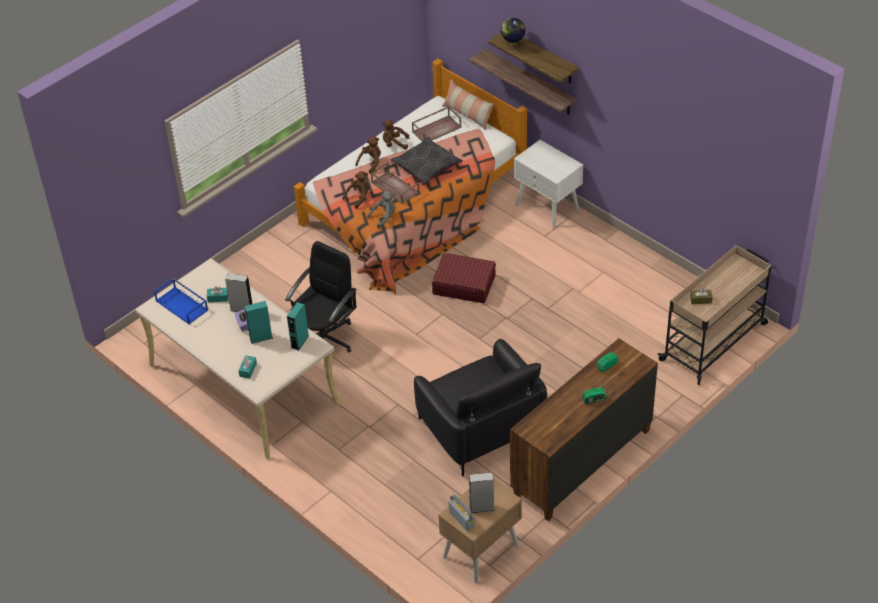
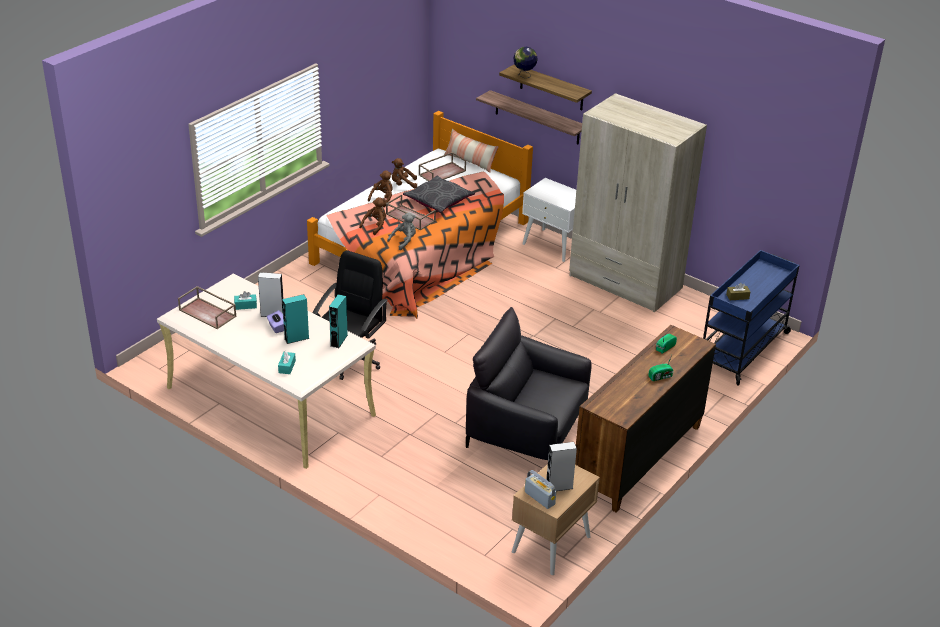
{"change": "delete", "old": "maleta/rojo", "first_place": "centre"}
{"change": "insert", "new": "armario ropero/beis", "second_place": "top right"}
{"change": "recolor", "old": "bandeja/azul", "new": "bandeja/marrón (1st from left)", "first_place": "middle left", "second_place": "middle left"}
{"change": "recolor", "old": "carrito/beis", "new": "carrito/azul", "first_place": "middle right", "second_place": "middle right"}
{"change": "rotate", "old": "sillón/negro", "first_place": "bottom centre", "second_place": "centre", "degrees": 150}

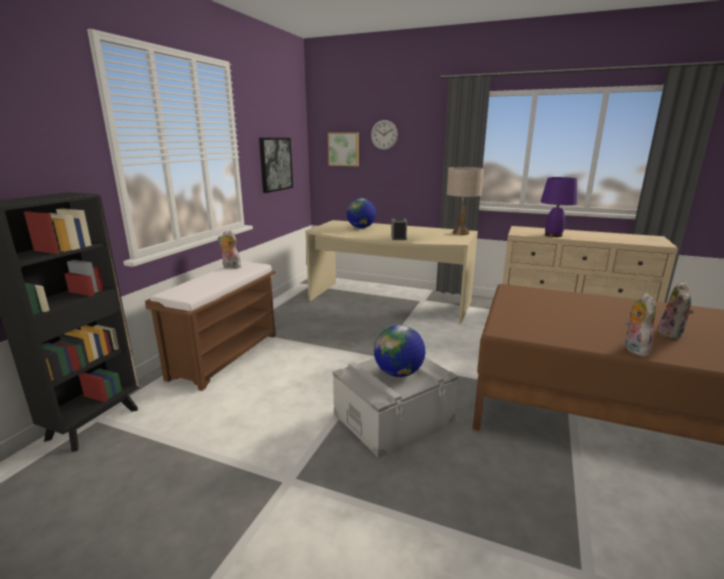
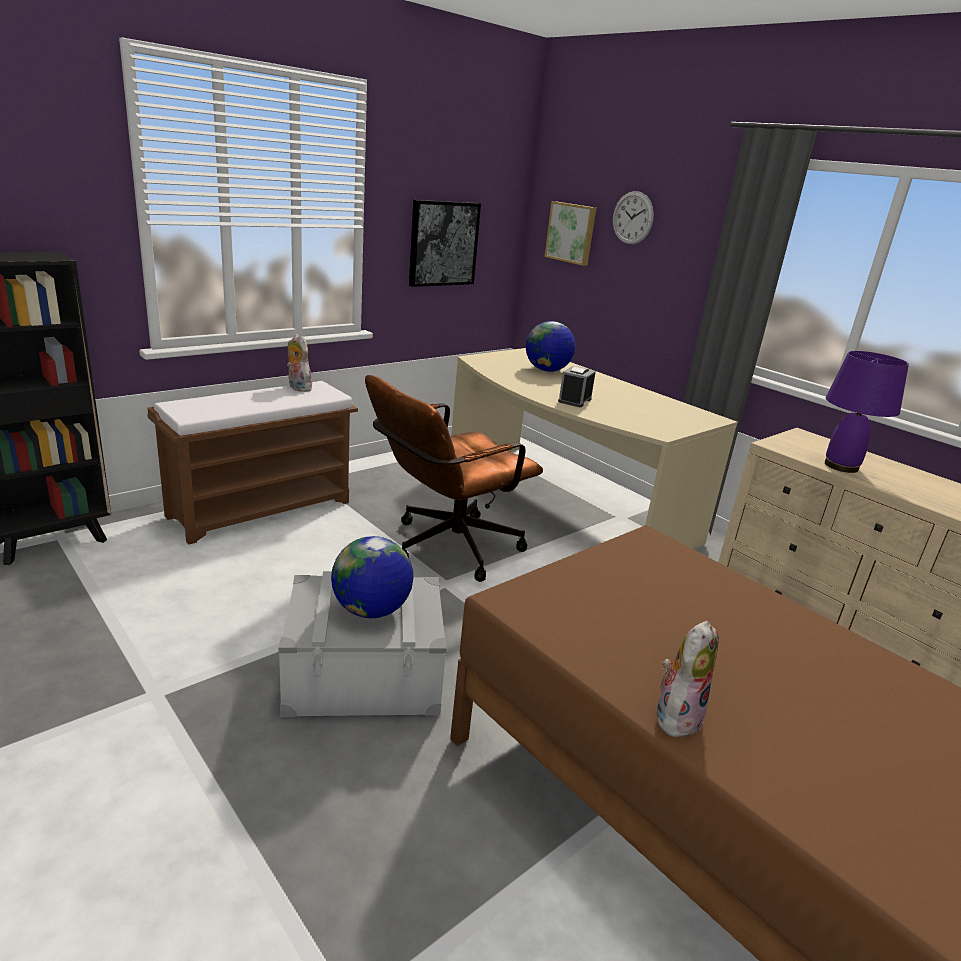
{"change": "delete", "old": "lámpara de mesa/beis", "first_place": "centre"}
{"change": "delete", "old": "peluche (3rd from left)", "first_place": "middle right"}
{"change": "insert", "new": "silla de oficina/marrón", "second_place": "centre"}

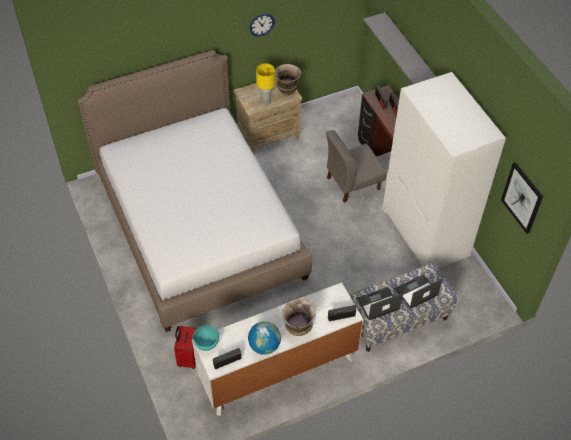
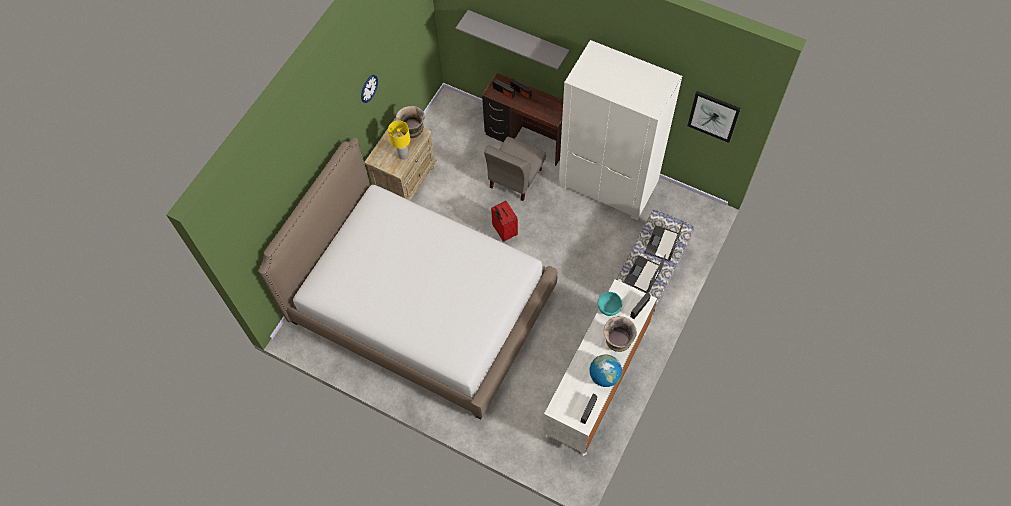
{"change": "move", "old": "maleta/rojo", "first_place": "bottom left", "second_place": "centre"}
{"change": "move", "old": "cuenco/turquesa", "first_place": "bottom centre", "second_place": "centre"}

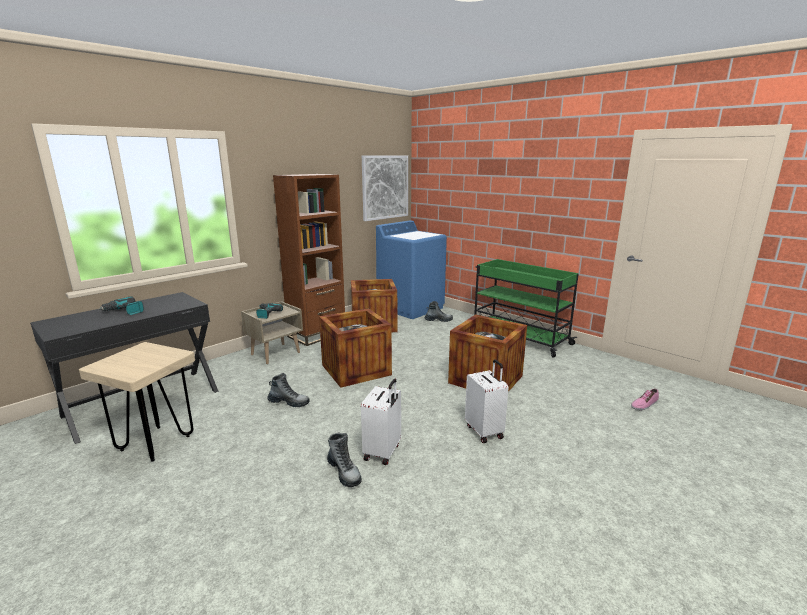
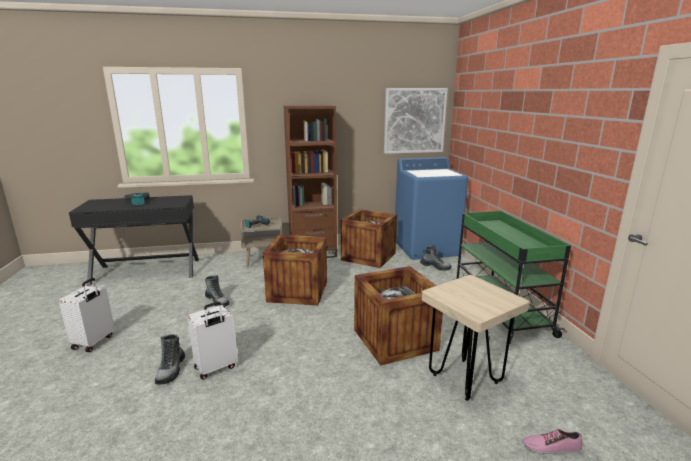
{"change": "move", "old": "taburete/beis", "first_place": "middle left", "second_place": "bottom right"}
{"change": "move", "old": "maleta/blanco (2nd from left in the first image)", "new": "maleta/blanco (1st from left)", "first_place": "centre", "second_place": "bottom left"}

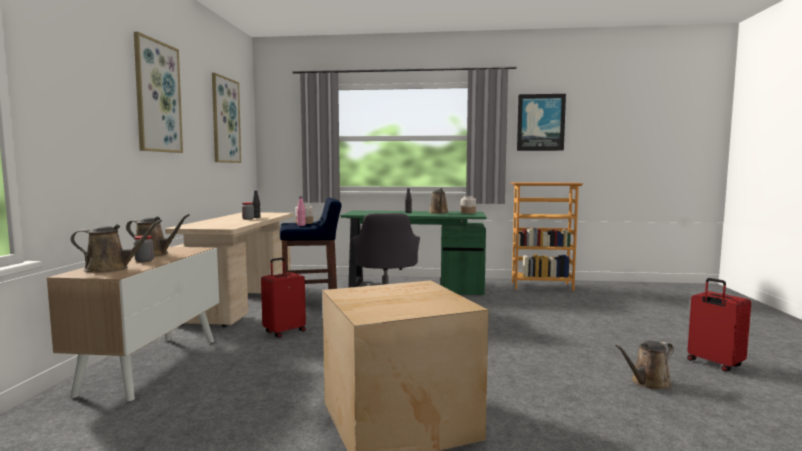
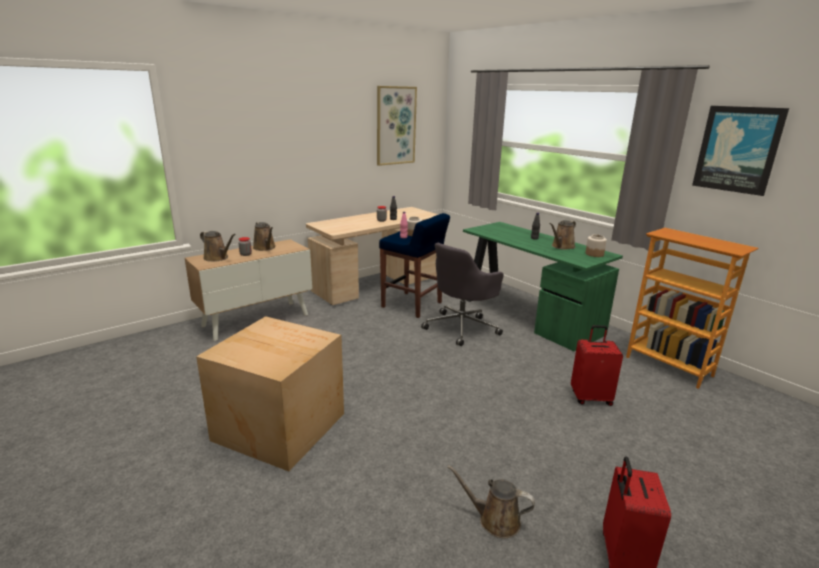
{"change": "delete", "old": "cuadro (1st from left)", "first_place": "top left"}
{"change": "move", "old": "maleta/rojo (1st from left)", "first_place": "centre", "second_place": "middle right"}

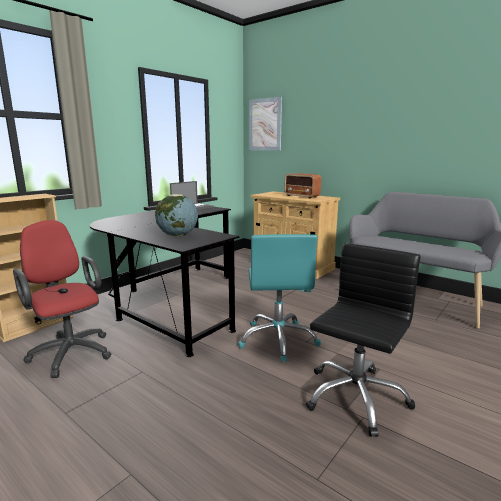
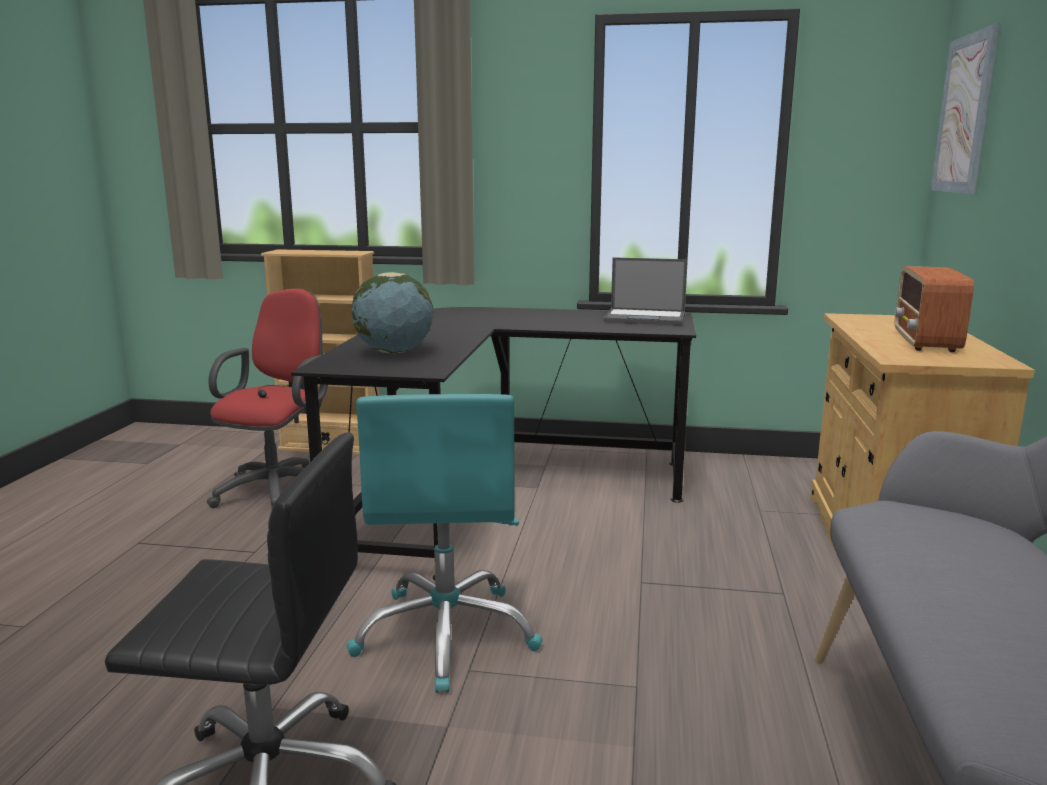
{"change": "rotate", "old": "silla de oficina/turquesa", "first_place": "centre", "second_place": "bottom centre", "degrees": -60}

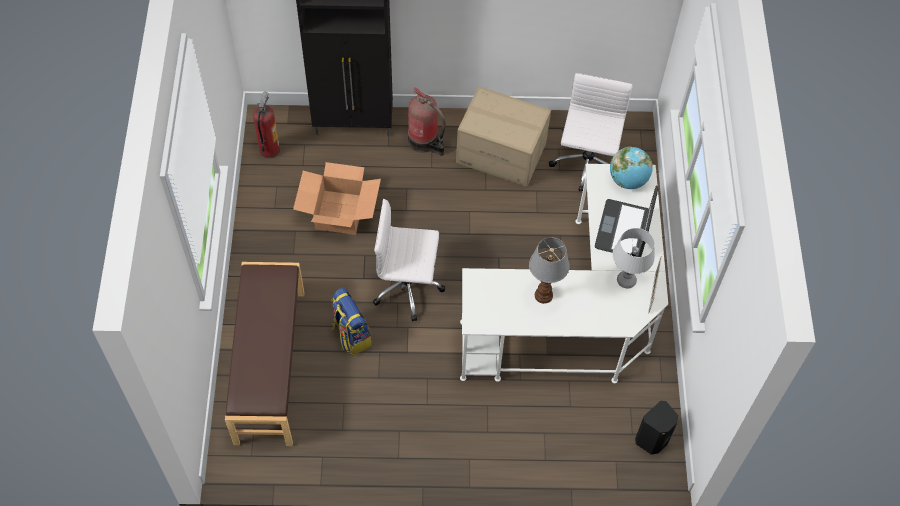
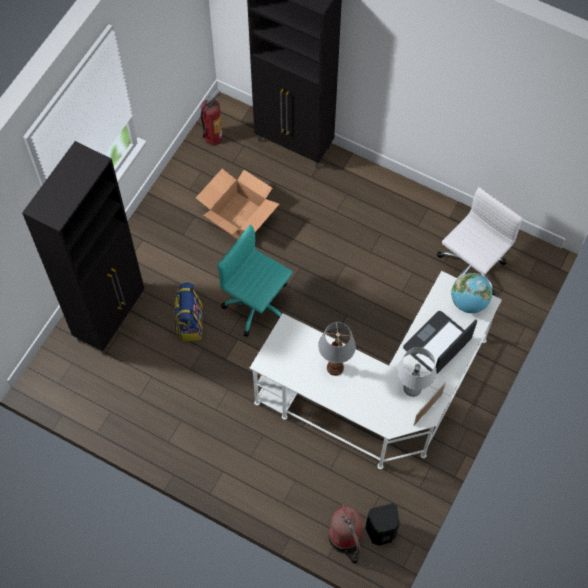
{"change": "delete", "old": "caja de cartón (2nd from left)", "first_place": "top centre"}
{"change": "move", "old": "extintor (2nd from left)", "first_place": "top centre", "second_place": "bottom centre"}
{"change": "replace", "old": "banco/marrón", "new": "armario/negro (1st from left)", "first_place": "bottom left", "second_place": "middle left"}
{"change": "recolor", "old": "silla de oficina/blanco (1st from left)", "new": "silla de oficina/turquesa", "first_place": "centre", "second_place": "centre"}

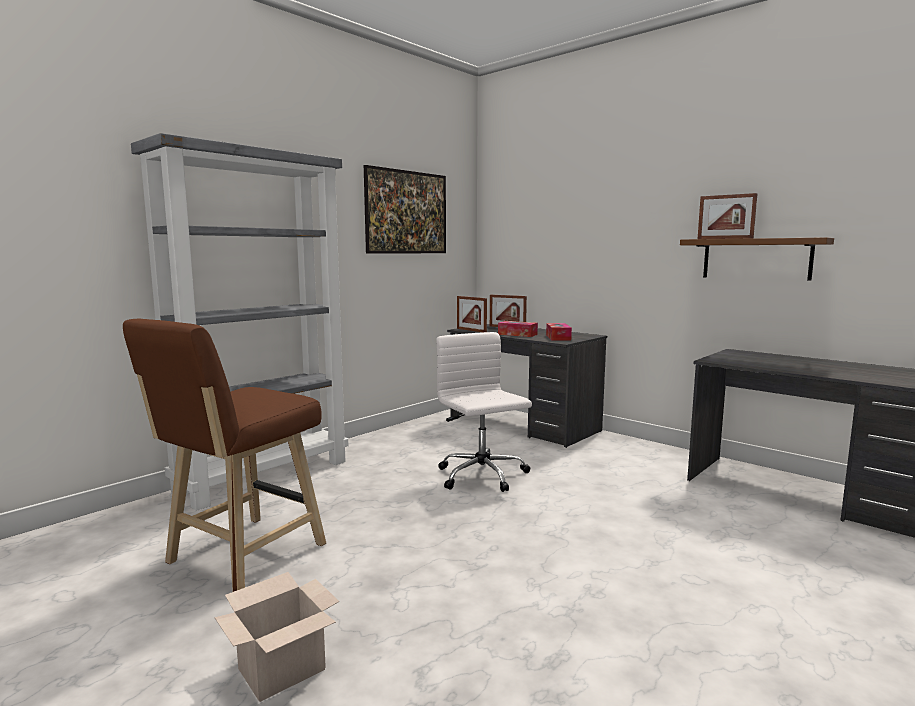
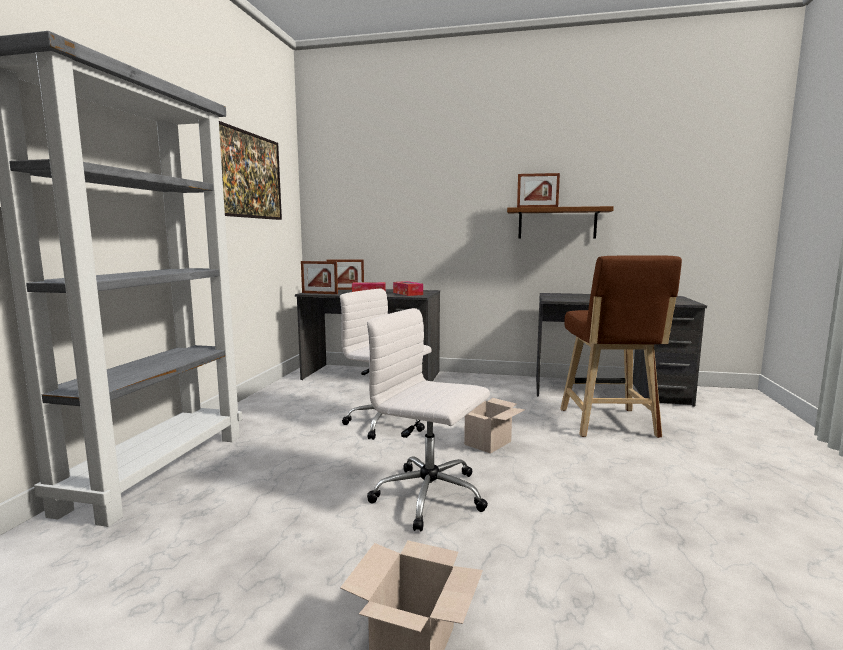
{"change": "insert", "new": "silla de oficina/blanco (2nd from left)", "second_place": "centre"}
{"change": "insert", "new": "caja de cartón (2nd from left)", "second_place": "centre"}
{"change": "move", "old": "taburete/marrón", "first_place": "middle left", "second_place": "middle right"}

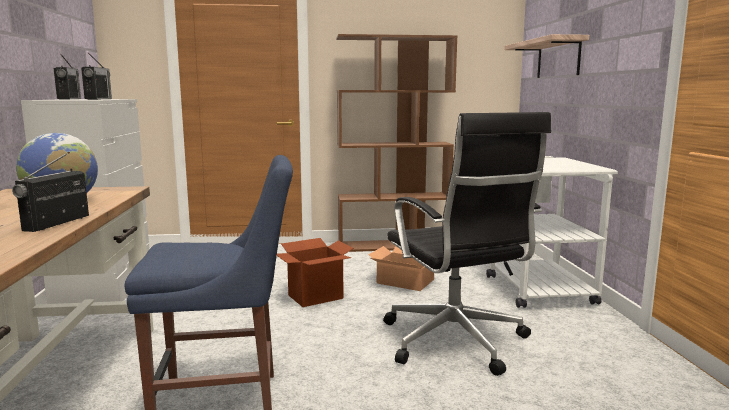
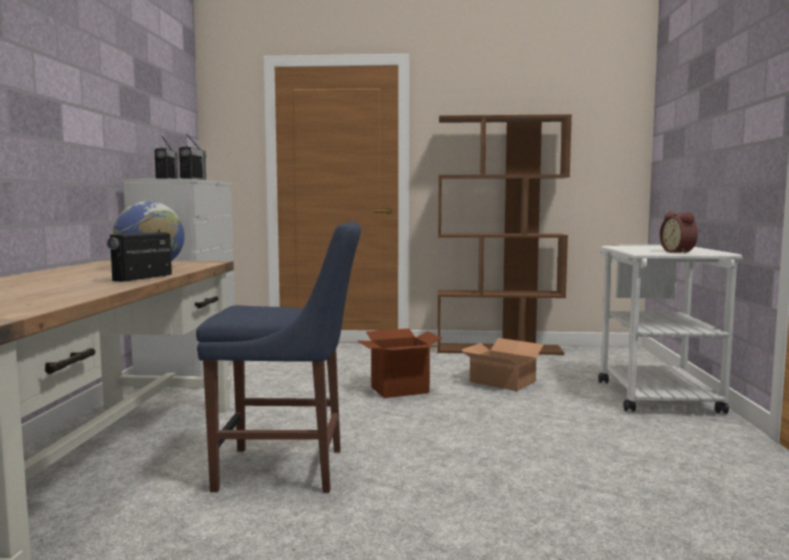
{"change": "delete", "old": "silla de oficina/negro", "first_place": "centre"}
{"change": "delete", "old": "estante", "first_place": "top right"}
{"change": "insert", "new": "despertador", "second_place": "middle right"}

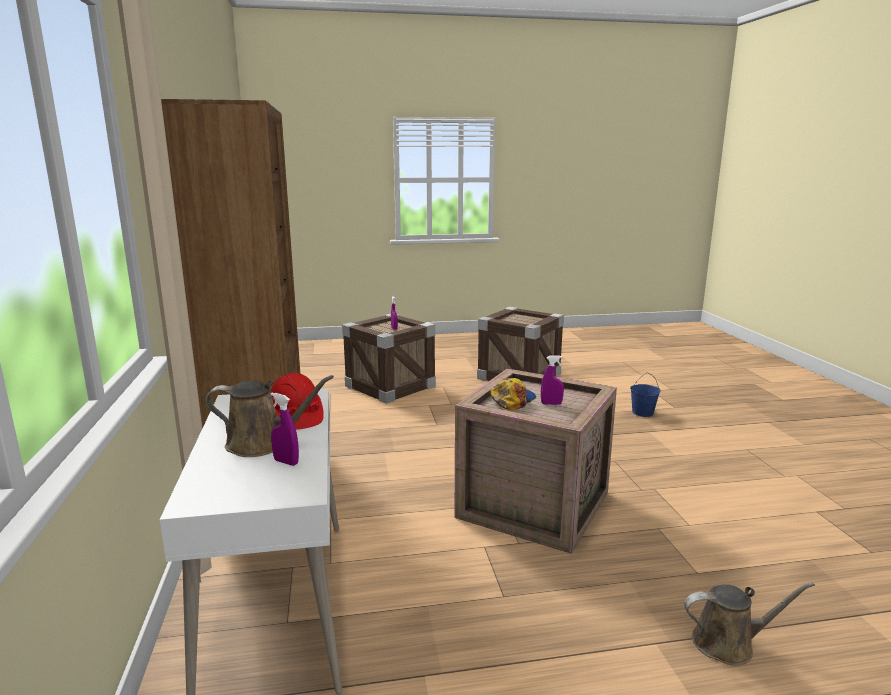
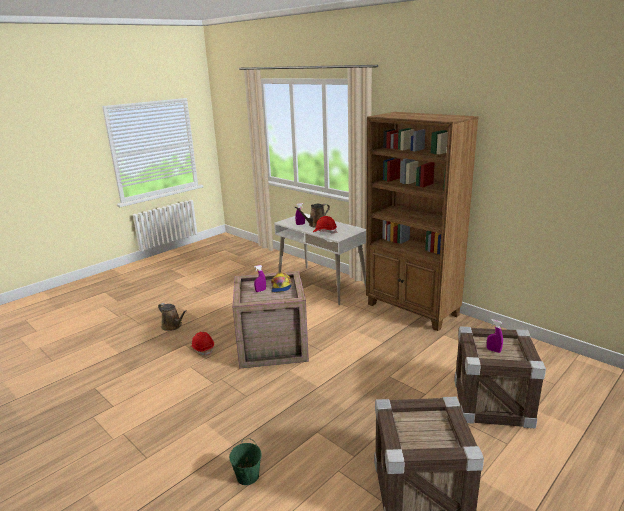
{"change": "insert", "new": "casco/rojo (1st from left)", "second_place": "bottom left"}
{"change": "recolor", "old": "cubo/azul", "new": "cubo/verde", "first_place": "middle right", "second_place": "bottom centre"}
{"change": "rotate", "old": "regadera/marrón (2nd from left in the first image)", "first_place": "bottom right", "second_place": "middle left", "degrees": -105}

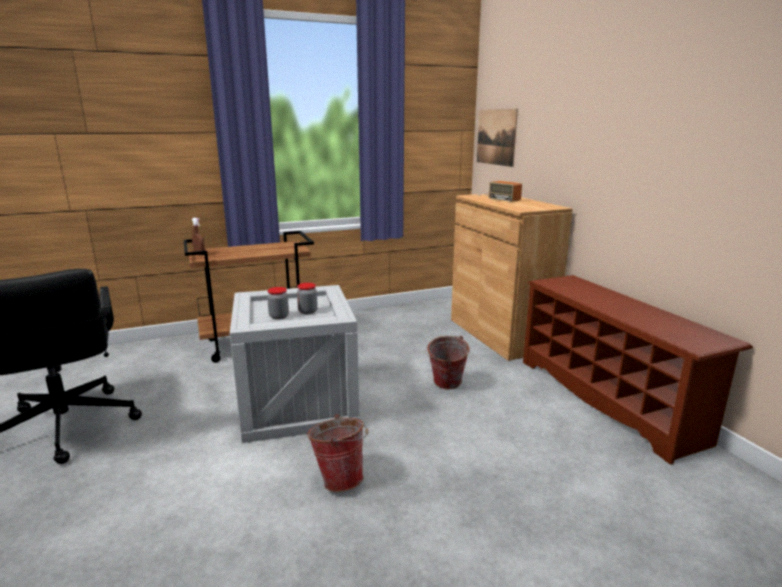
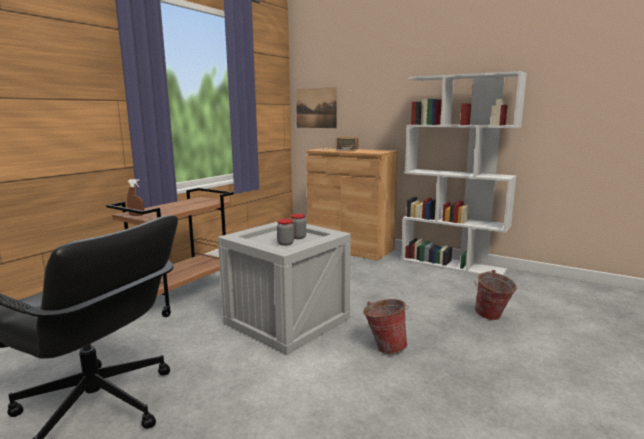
{"change": "move", "old": "cubo (2nd from left)", "first_place": "centre", "second_place": "bottom right"}
{"change": "replace", "old": "zapatero/marrón", "new": "estantería/blanco", "first_place": "middle right", "second_place": "middle right"}

